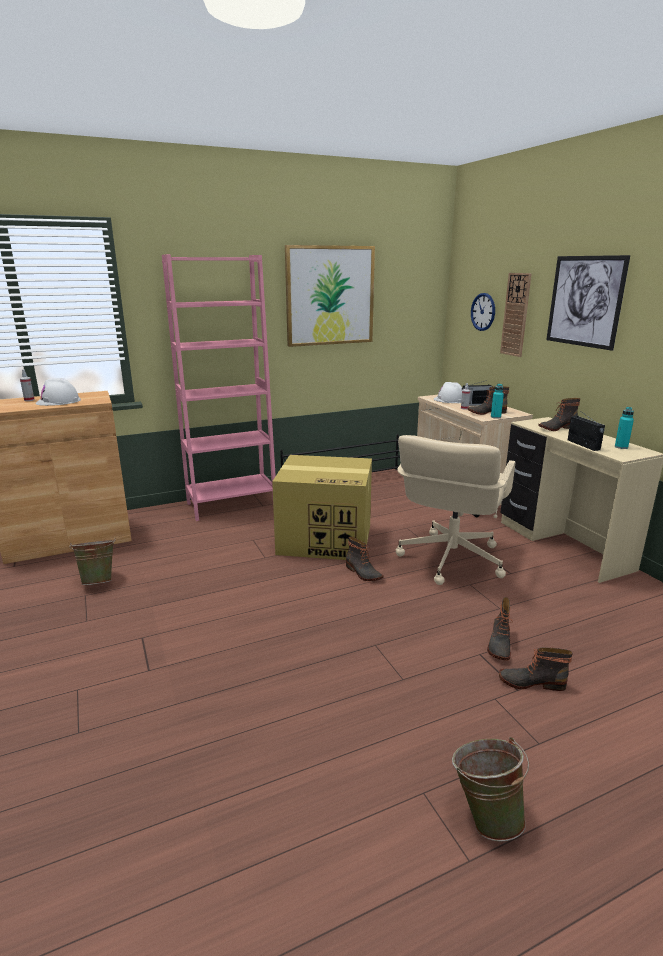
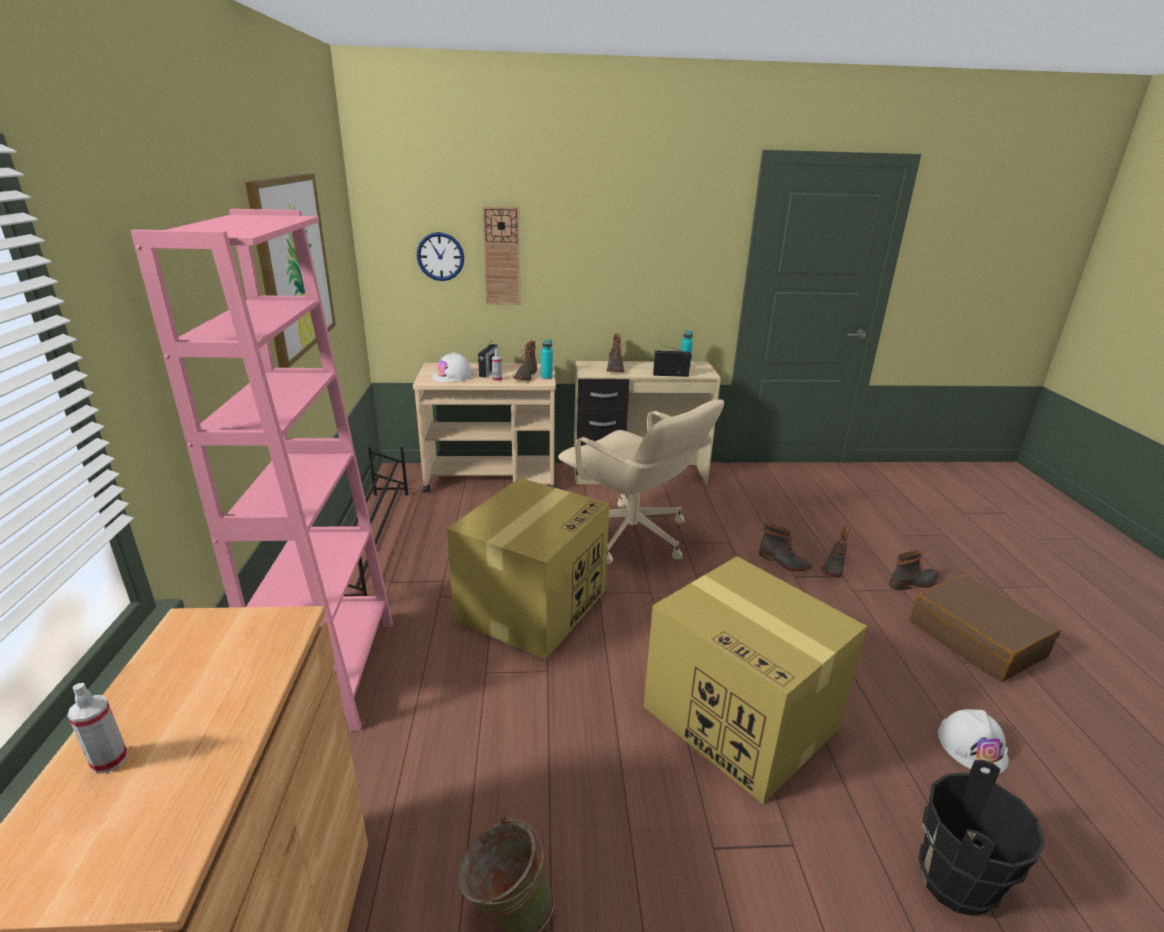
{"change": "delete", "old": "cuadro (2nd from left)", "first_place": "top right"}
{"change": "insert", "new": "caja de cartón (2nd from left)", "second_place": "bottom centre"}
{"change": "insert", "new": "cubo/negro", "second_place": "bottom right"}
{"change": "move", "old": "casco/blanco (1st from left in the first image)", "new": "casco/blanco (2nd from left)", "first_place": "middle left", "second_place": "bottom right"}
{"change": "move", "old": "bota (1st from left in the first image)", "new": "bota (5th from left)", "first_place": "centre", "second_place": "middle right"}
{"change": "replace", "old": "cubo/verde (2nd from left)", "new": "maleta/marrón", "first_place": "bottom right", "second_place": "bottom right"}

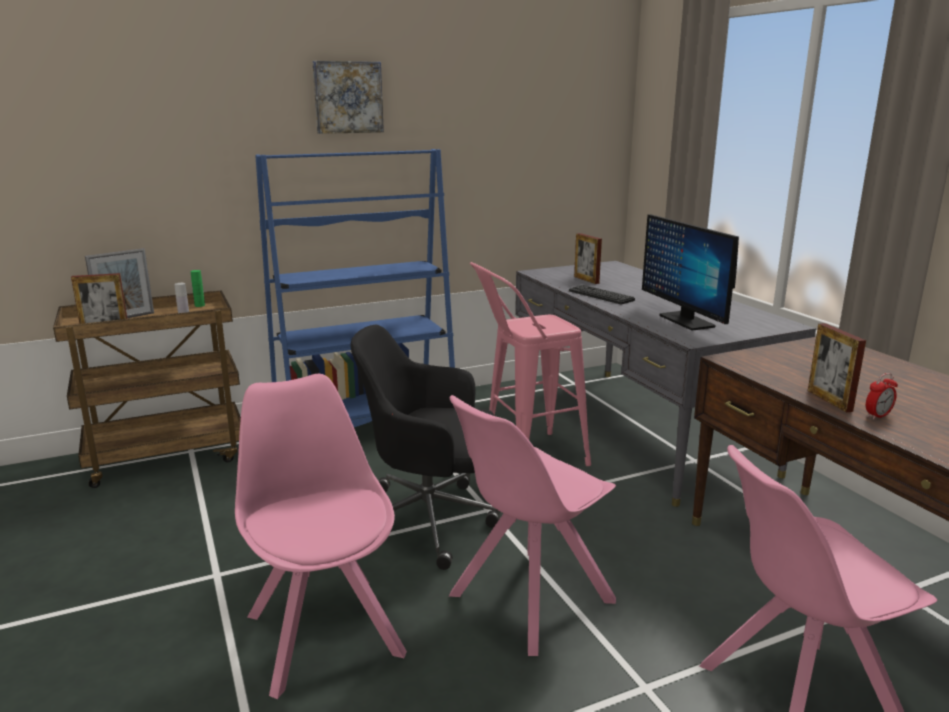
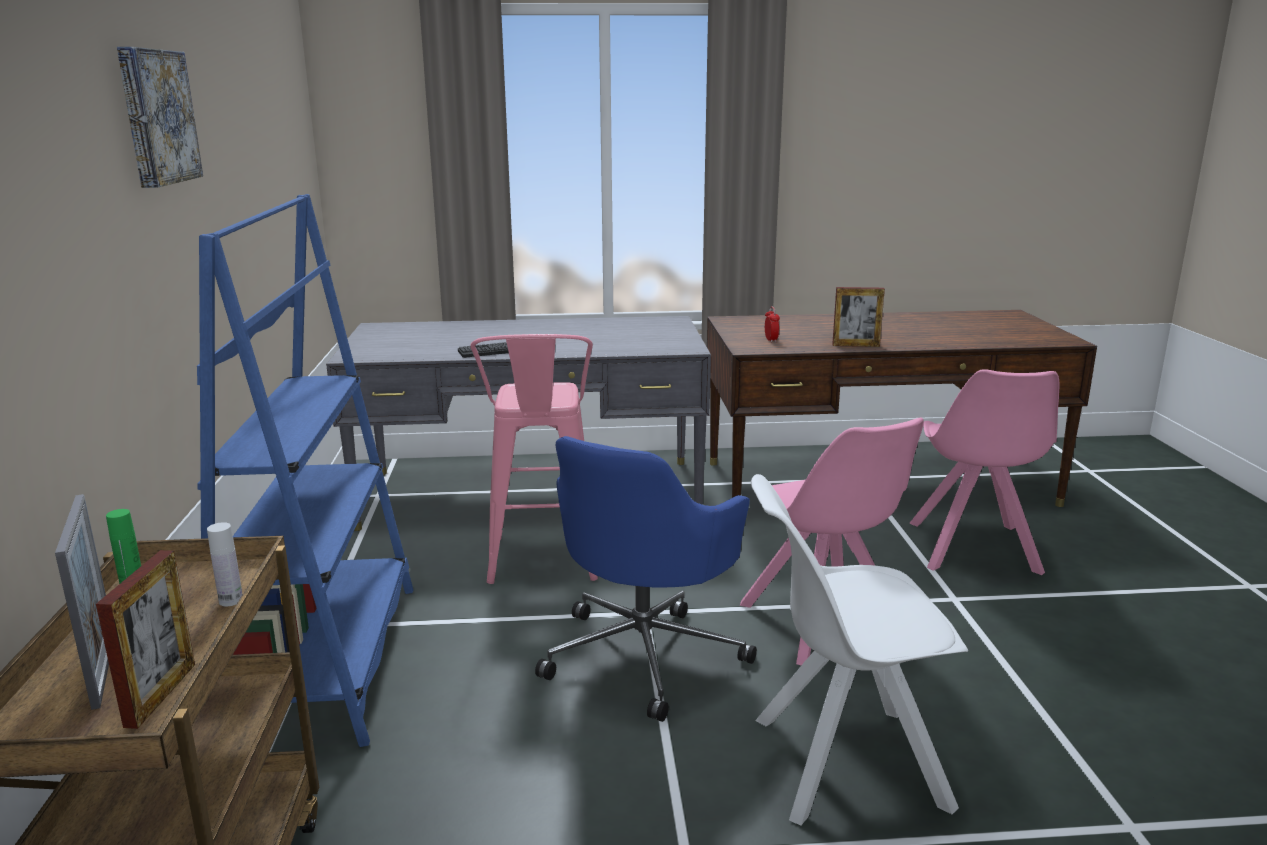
{"change": "delete", "old": "portarretratos (3rd from left)", "first_place": "centre"}
{"change": "delete", "old": "monitor", "first_place": "middle right"}
{"change": "move", "old": "despertador", "first_place": "middle right", "second_place": "centre"}
{"change": "recolor", "old": "silla/rosa (1st from left)", "new": "silla/blanco", "first_place": "bottom centre", "second_place": "bottom right"}
{"change": "recolor", "old": "silla de oficina/negro", "new": "silla de oficina/azul", "first_place": "centre", "second_place": "bottom centre"}

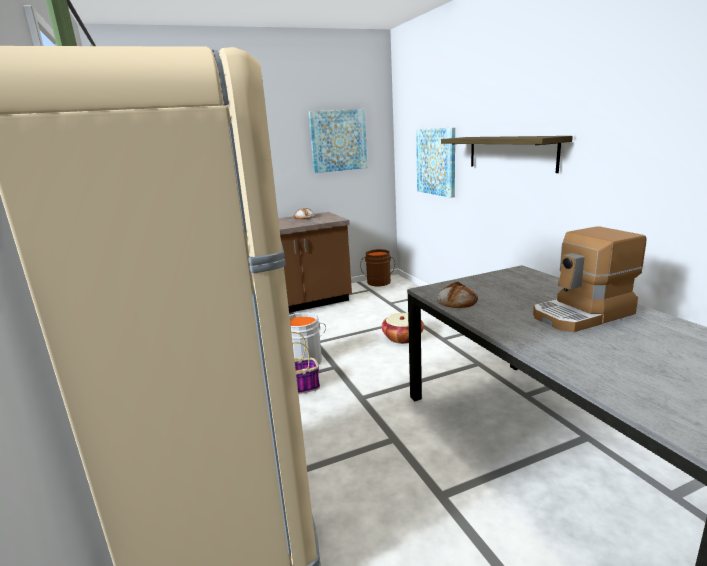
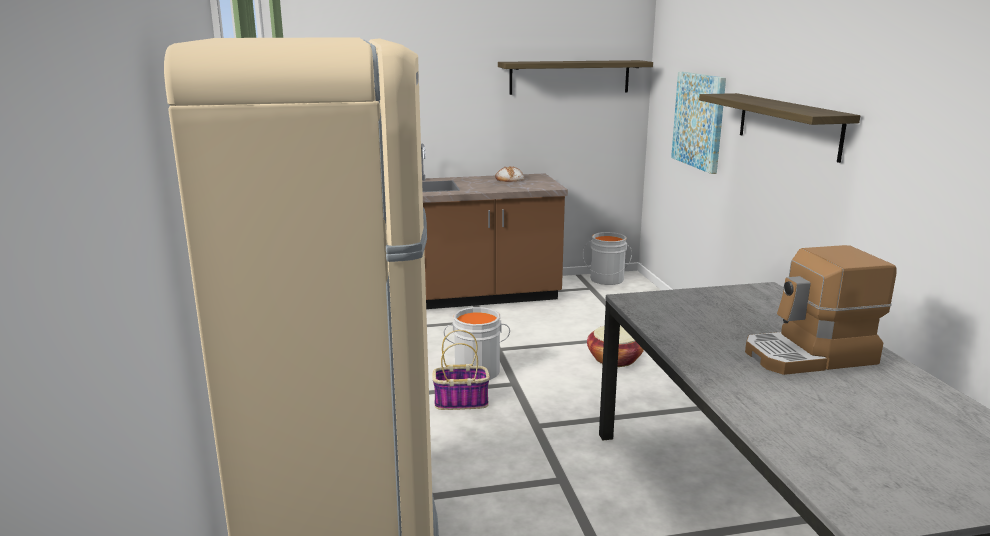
{"change": "delete", "old": "pan (2nd from left)", "first_place": "centre"}
{"change": "replace", "old": "cuadro (1st from left)", "new": "estante (1st from left)", "first_place": "top centre", "second_place": "top centre"}
{"change": "recolor", "old": "cubo/marrón", "new": "cubo/gris (2nd from left)", "first_place": "centre", "second_place": "centre"}

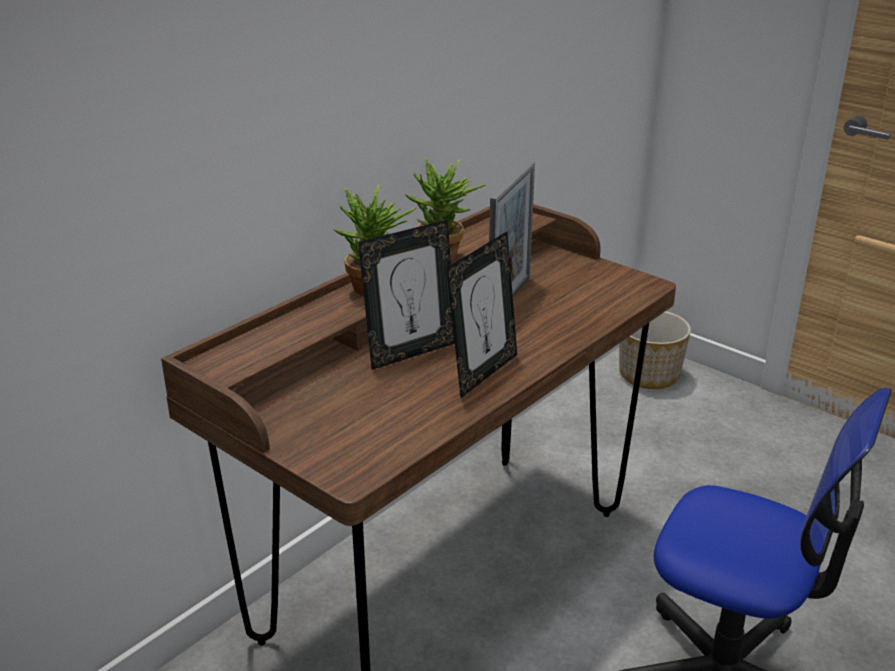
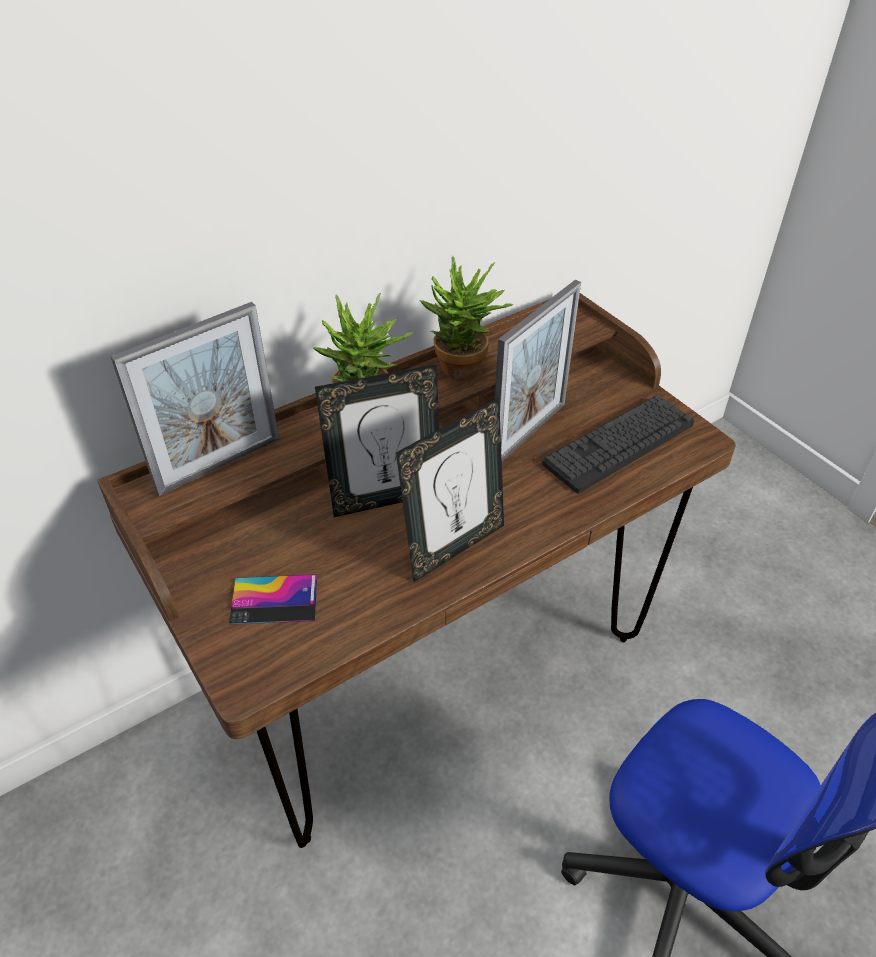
{"change": "delete", "old": "maceta", "first_place": "middle right"}
{"change": "insert", "new": "portarretratos (1st from left)", "second_place": "middle left"}
{"change": "insert", "new": "móvil", "second_place": "middle left"}
{"change": "insert", "new": "teclado", "second_place": "middle right"}

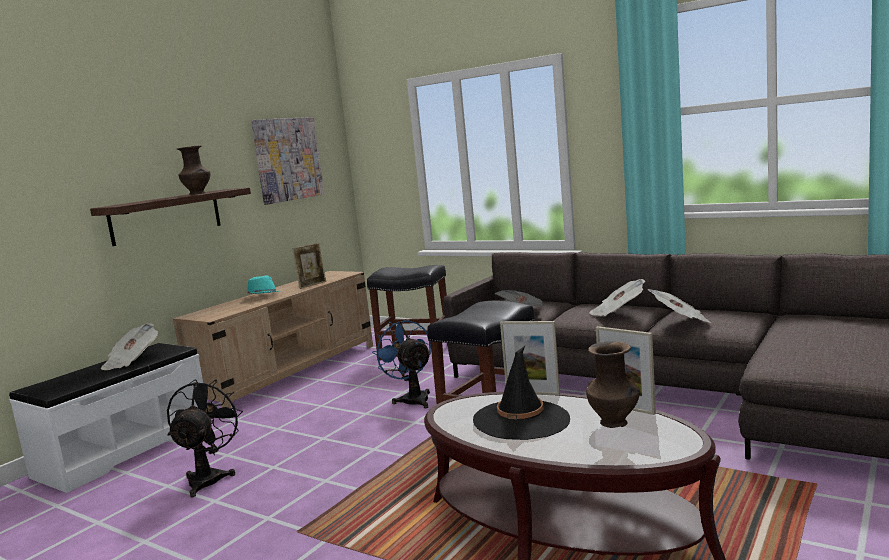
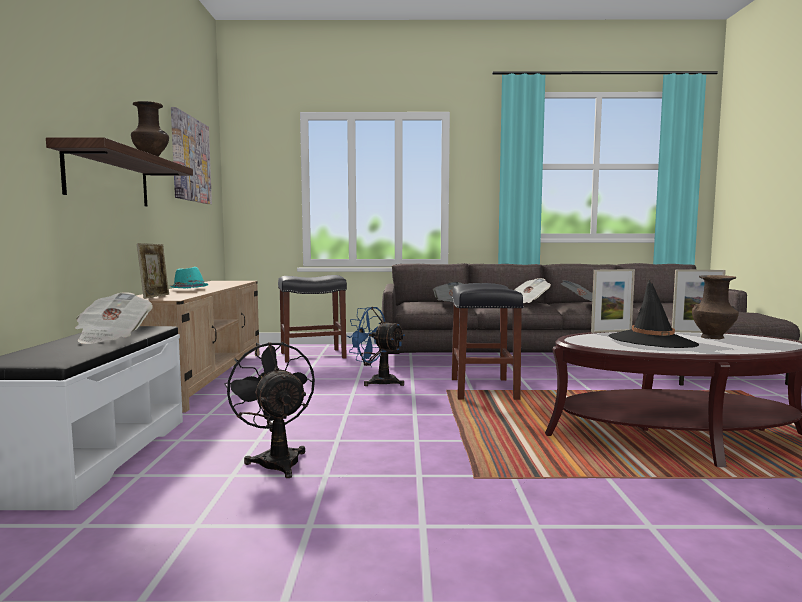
{"change": "move", "old": "portarretratos (1st from left)", "first_place": "centre", "second_place": "middle left"}

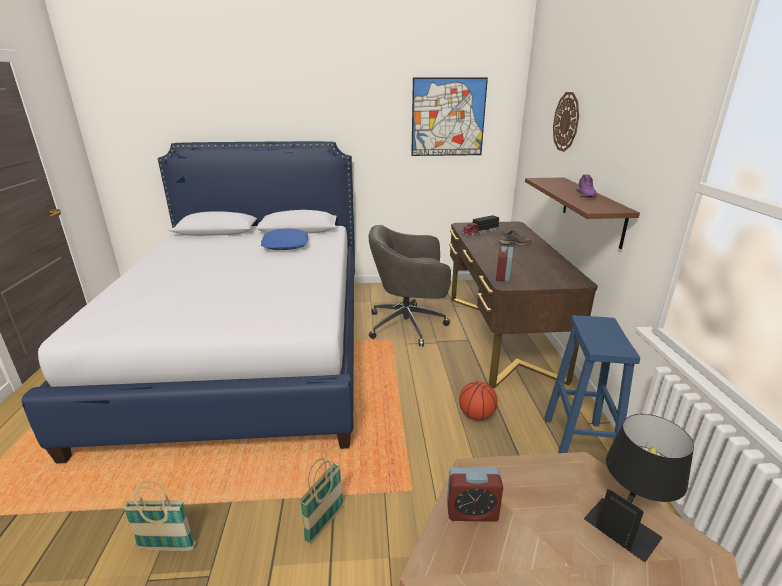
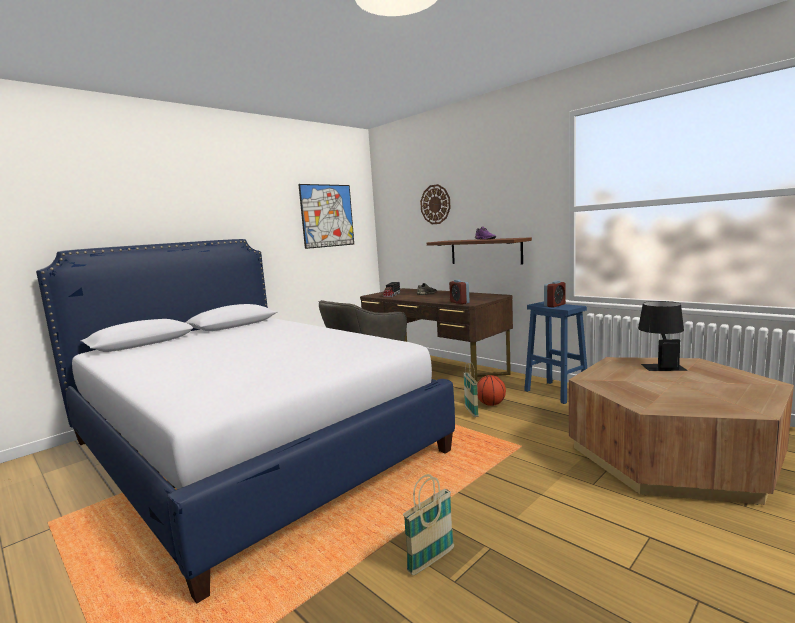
{"change": "delete", "old": "cojín/azul", "first_place": "centre"}
{"change": "move", "old": "cesta (2nd from left)", "first_place": "bottom centre", "second_place": "centre"}
{"change": "move", "old": "despertador (1st from left in the first image)", "new": "despertador (2nd from left)", "first_place": "bottom centre", "second_place": "middle right"}

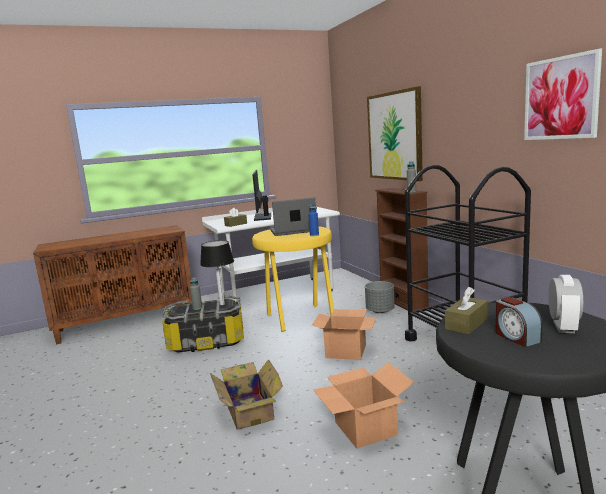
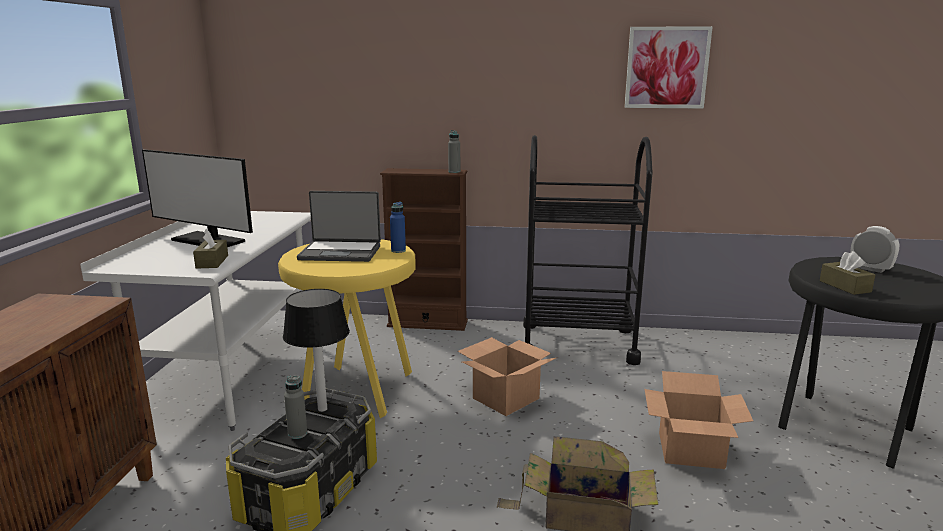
{"change": "delete", "old": "maceta/gris", "first_place": "centre"}
{"change": "delete", "old": "cuadro (1st from left)", "first_place": "top centre"}
{"change": "delete", "old": "despertador (1st from left)", "first_place": "middle right"}
{"change": "rotate", "old": "portátil", "first_place": "centre", "second_place": "centre", "degrees": -105}

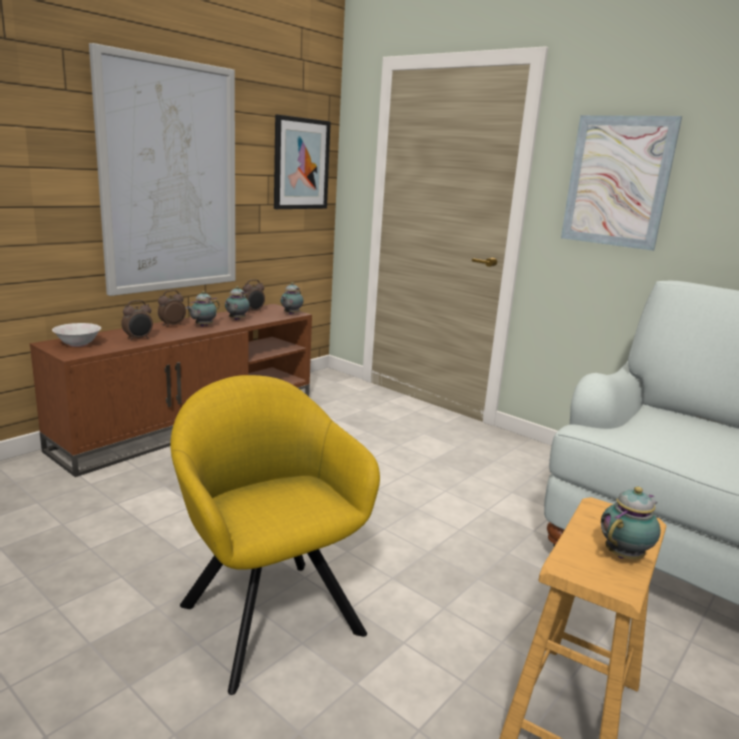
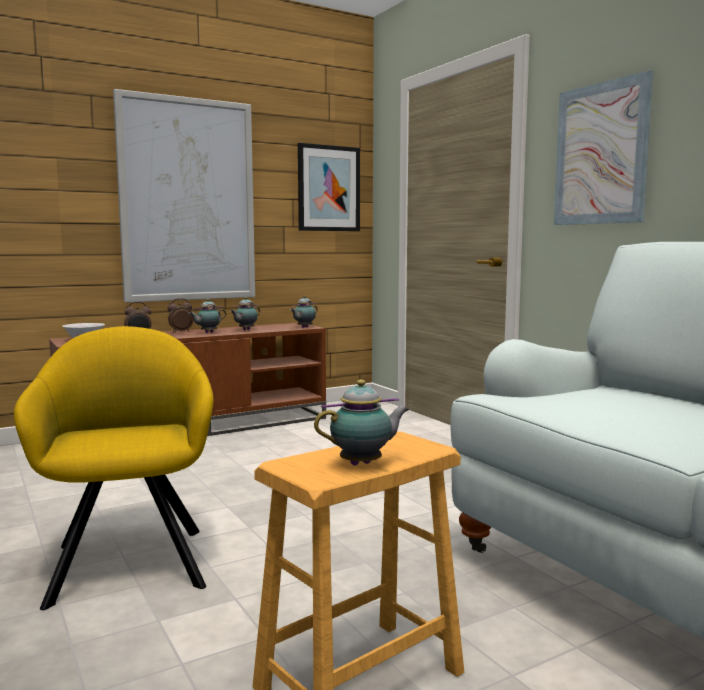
{"change": "delete", "old": "despertador (3rd from left)", "first_place": "centre"}

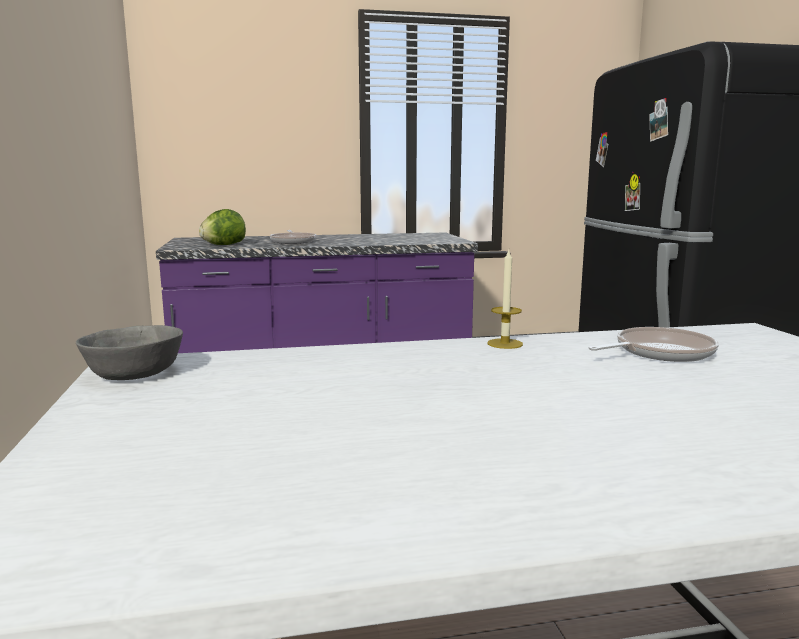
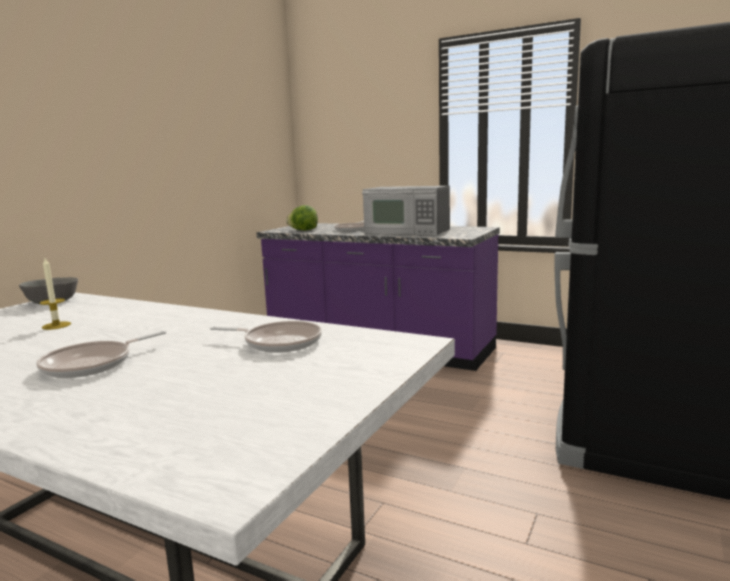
{"change": "insert", "new": "sartén (1st from left)", "second_place": "middle left"}
{"change": "insert", "new": "microondas", "second_place": "centre"}
{"change": "move", "old": "vela", "first_place": "centre", "second_place": "middle left"}

